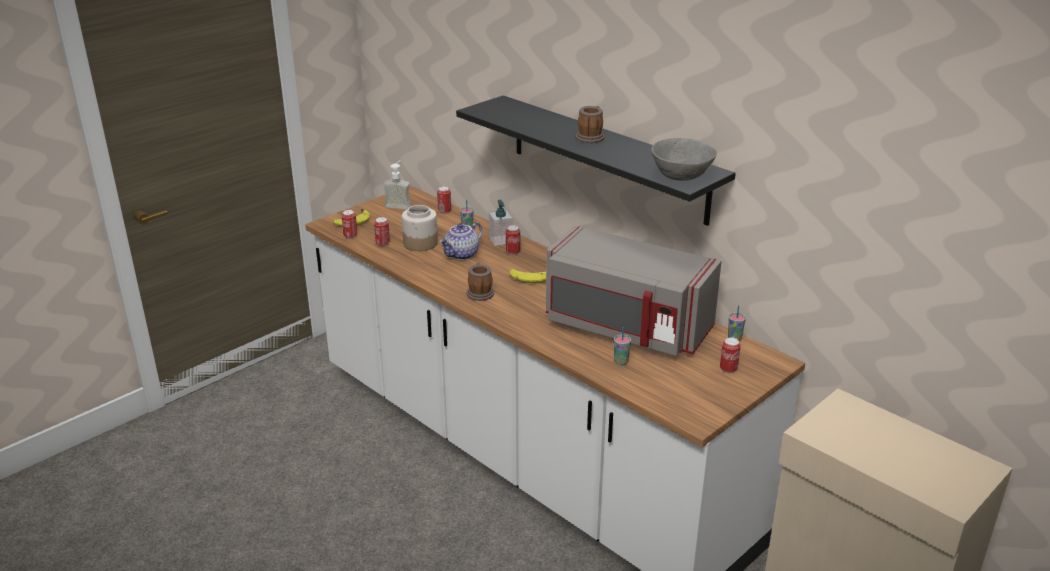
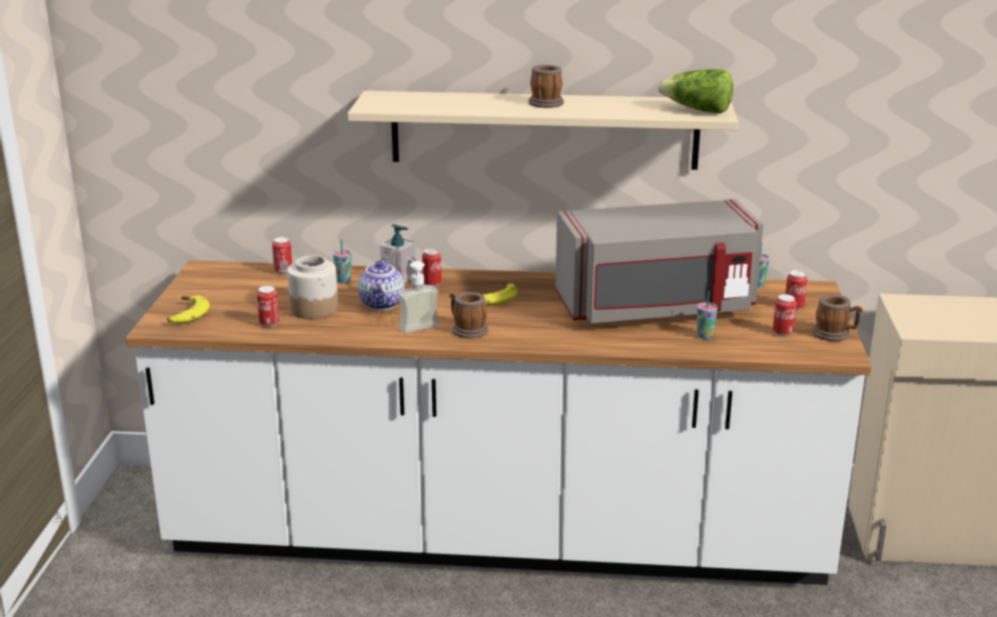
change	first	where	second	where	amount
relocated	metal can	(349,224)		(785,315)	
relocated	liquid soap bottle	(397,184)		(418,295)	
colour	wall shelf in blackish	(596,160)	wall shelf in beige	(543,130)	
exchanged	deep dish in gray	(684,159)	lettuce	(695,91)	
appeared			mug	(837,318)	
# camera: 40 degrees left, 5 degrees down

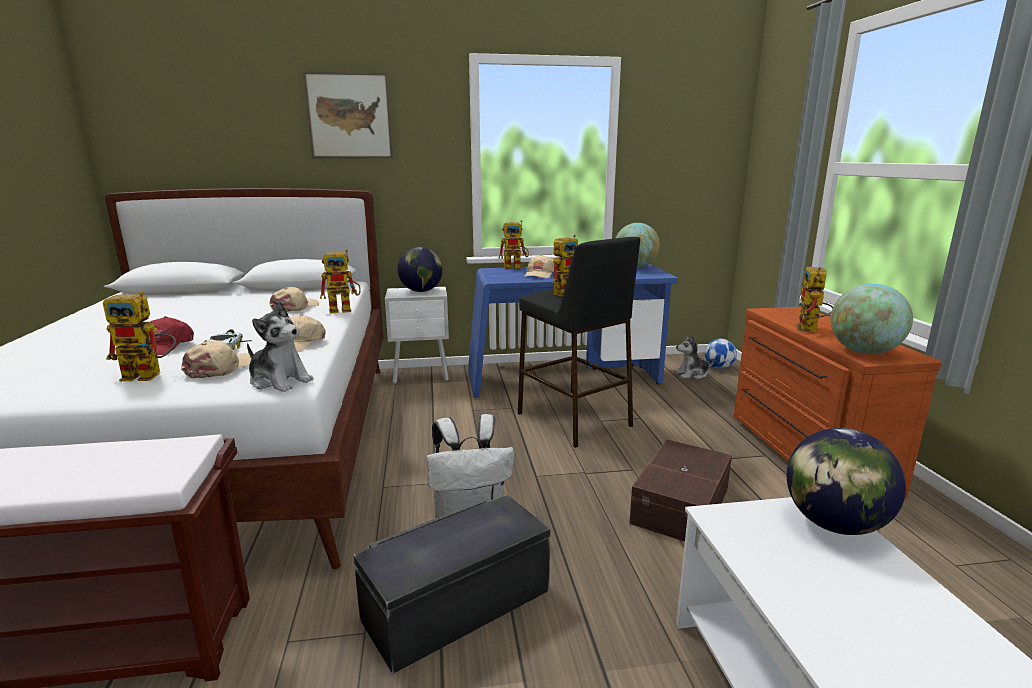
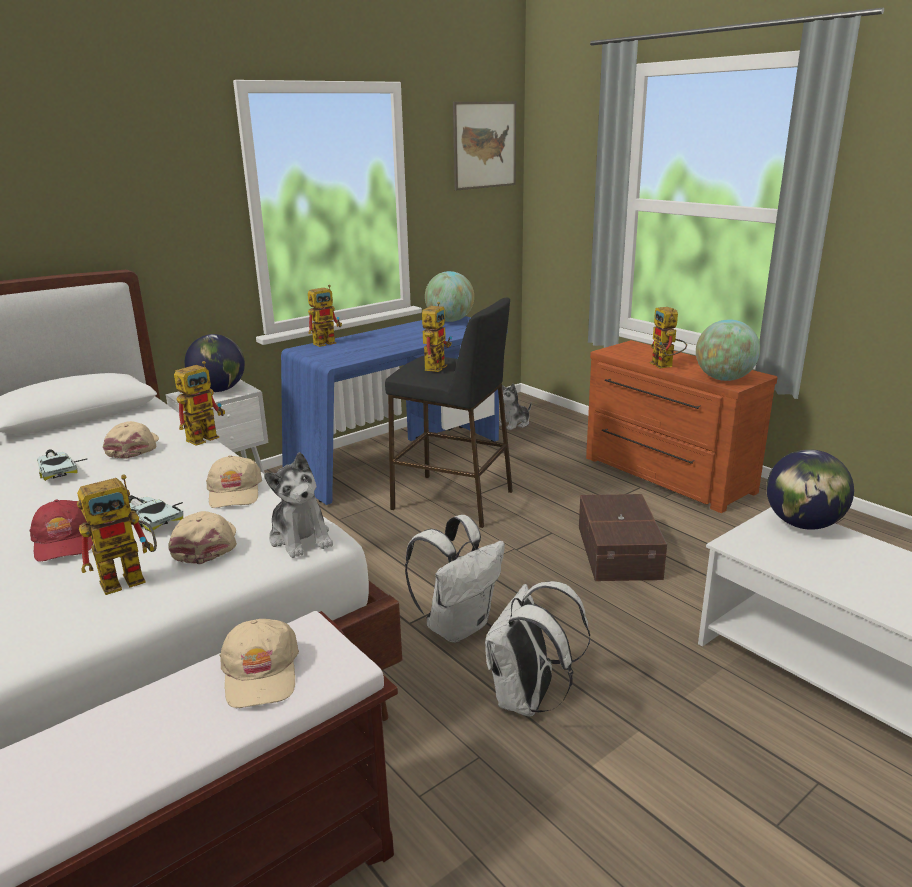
change	first	where	second	where	amount
spun	cuddly toy	(280,346)		(298,505)	60 degrees clockwise
relocated	picture	(348,114)		(484,146)	
exchanged	storage bin in blackish	(451,584)	backpack in white	(537,648)	
relocated	baseball cap in beige	(539,266)		(259,663)	
missing	football ball	(721,354)			
appeared			toy car	(62,465)	
# camera: 30 degrees left, 5 degrees up

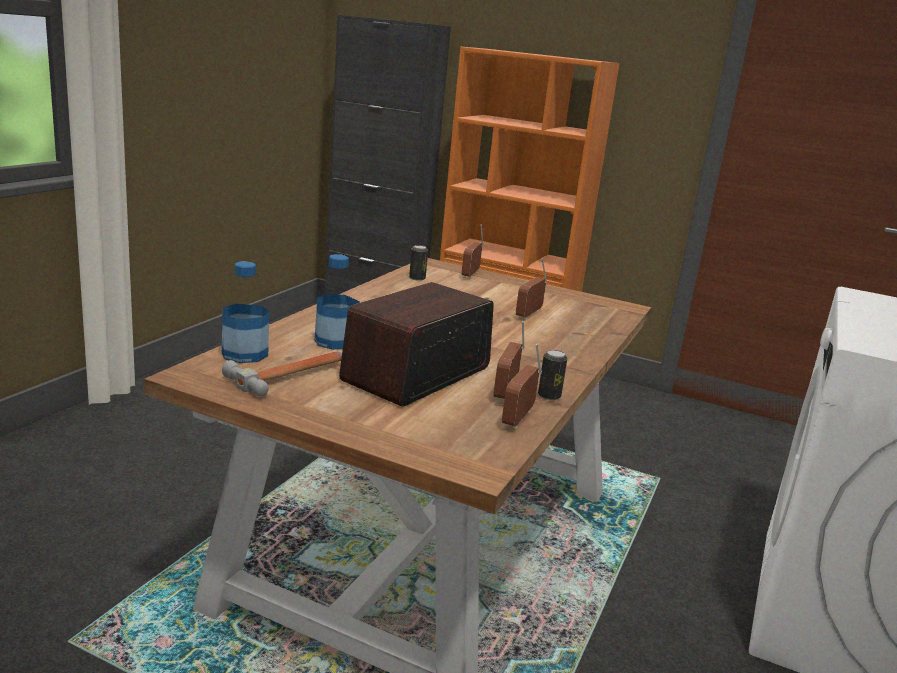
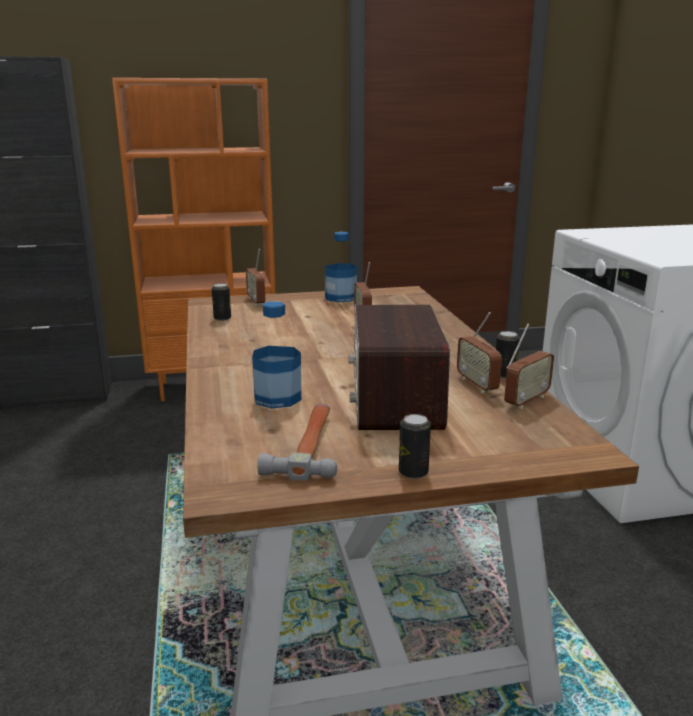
change	first	where	second	where	amount
relocated	beverage bottle	(245,312)		(341,267)	
spun	radio	(522,386)		(529,366)	120 degrees counterclockwise
appeared			metal can	(415,446)	
# camera: 35 degrees left, 0 degrees up

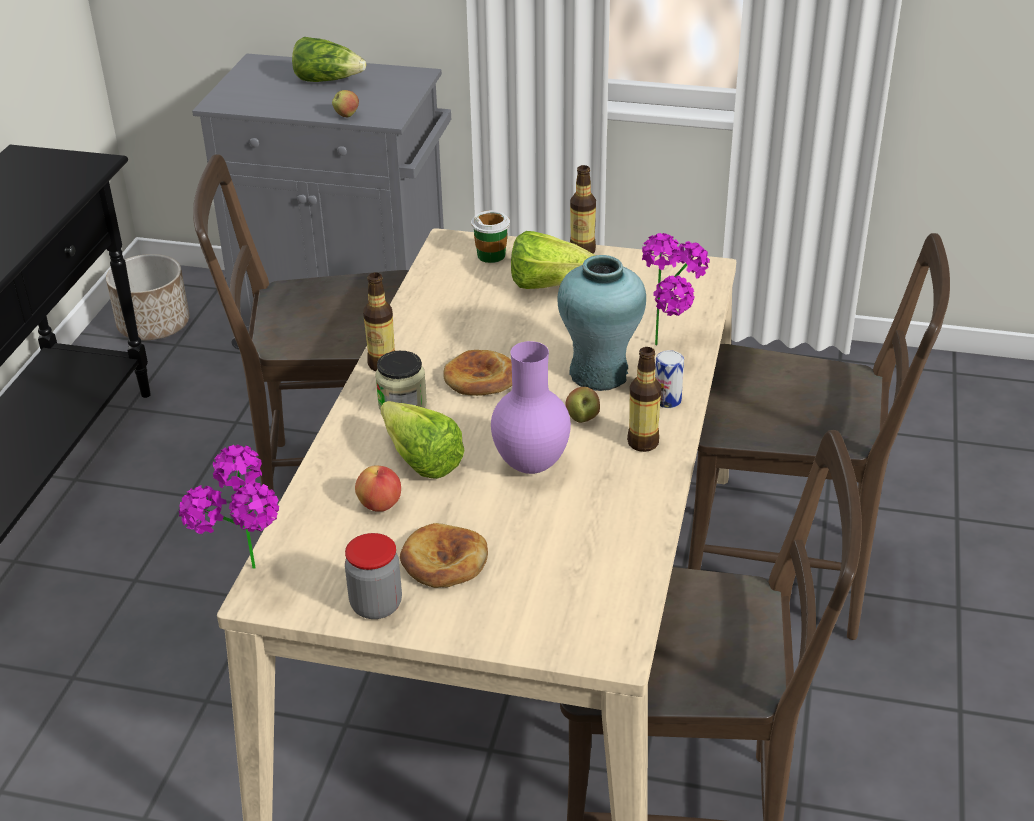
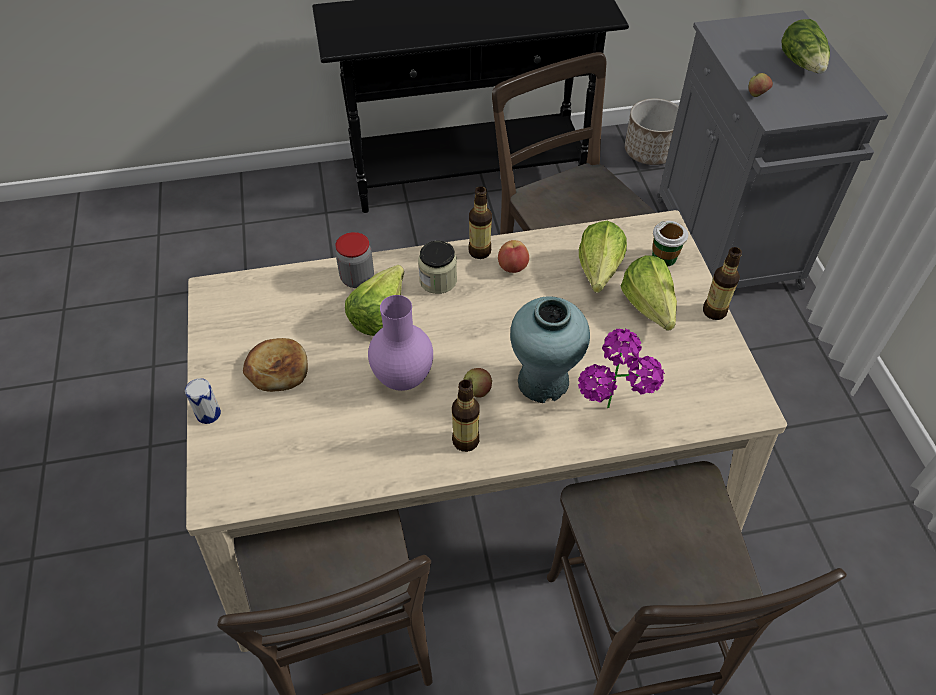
change	first	where	second	where	amount
missing	houseplant	(229,506)			
relocated	jar	(373,576)		(354,260)	
relocated	whole apple	(378,489)		(513,256)	
missing	bread	(477,373)			
relocated	metal can	(669,379)		(203,401)	
appeared			lettuce	(603,257)	
# camera: 65 degrees right, 15 degrees up

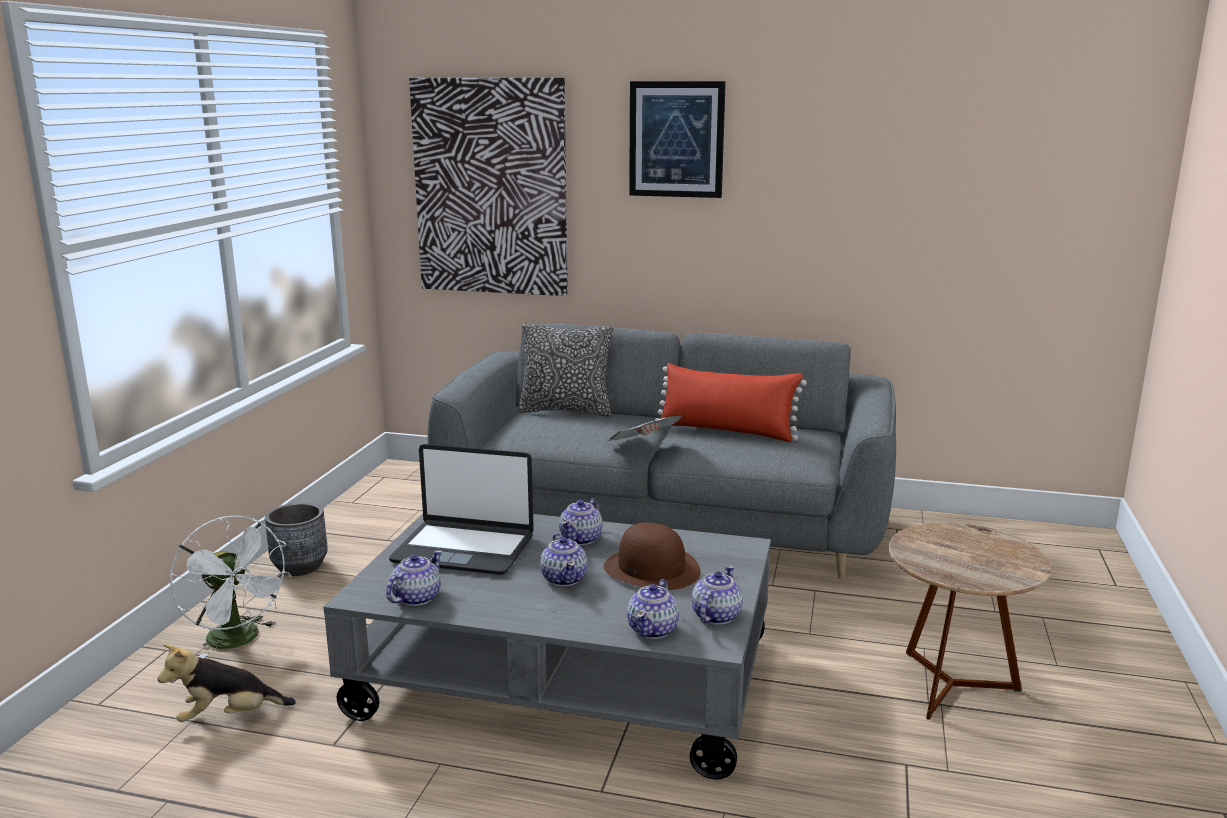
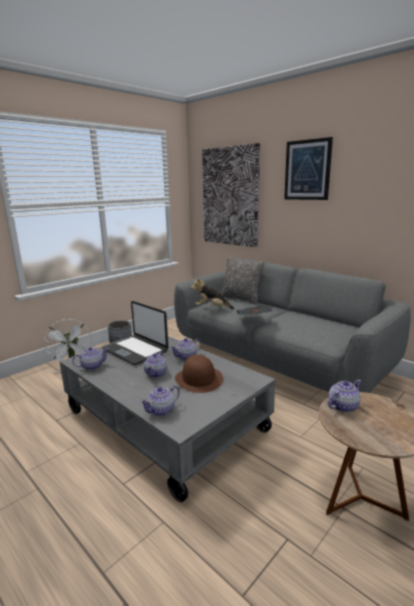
change	first	where	second	where	amount
relocated	cuddly toy	(226,683)		(212,293)	
missing	throw pillow in red-coloured	(731,402)			
relocated	teapot	(717,595)		(344,395)	
# camera: 30 degrees right, 0 degrees up

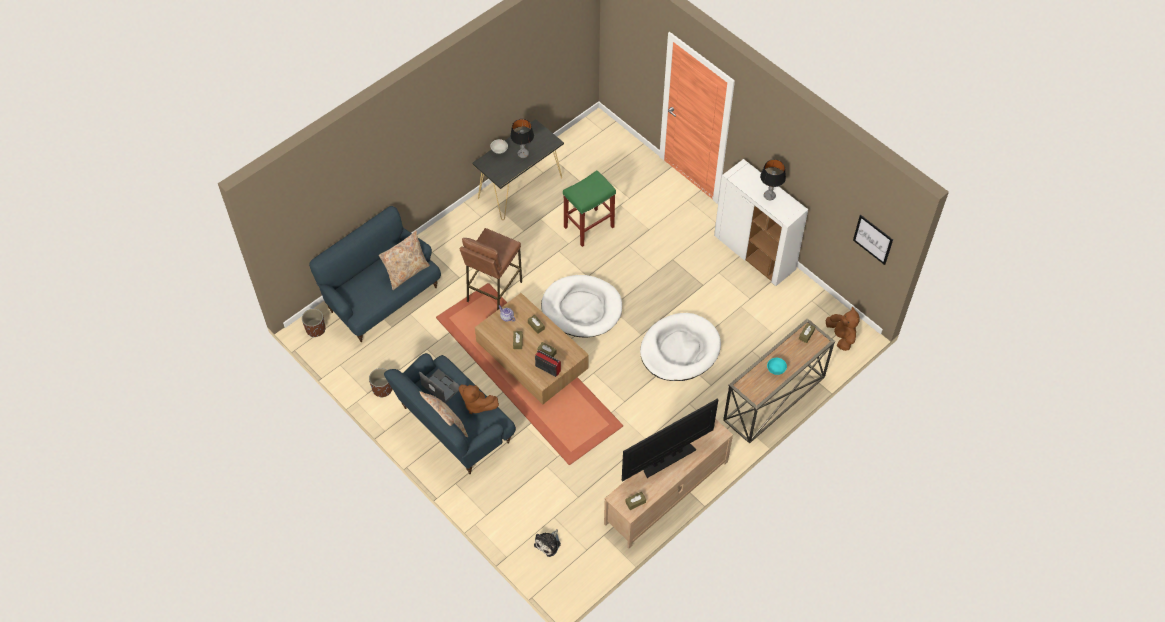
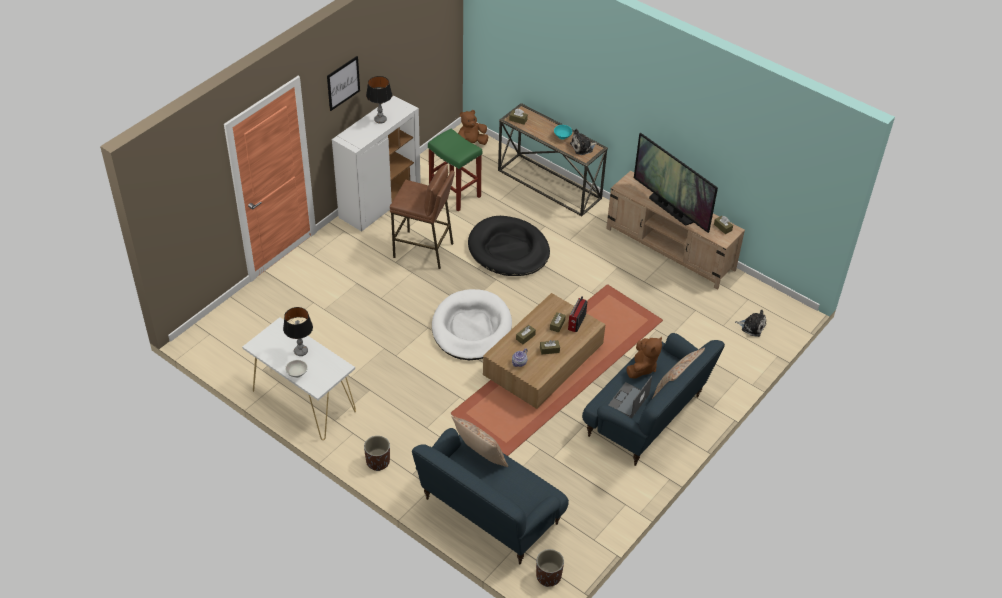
change	first	where	second	where	amount
relocated	flower pot in brownish	(380,383)		(377,453)	
relocated	stool in brownish	(491,269)		(422,216)	
colour	hall table in blackish	(518,169)	hall table in white	(299,378)	
relocated	stool in green	(589,209)		(455,169)	
colour	pet bed in white	(680,347)	pet bed in blackish	(509,246)	
relocated	picture	(873,240)		(343,83)	
appeared			cuddly toy	(583,142)	
# camera: 100 degrees left, 10 degrees down

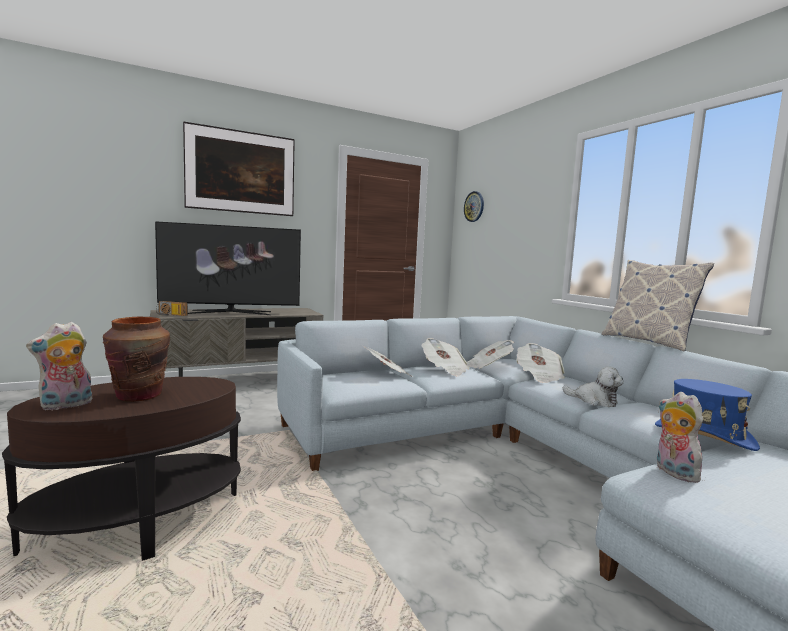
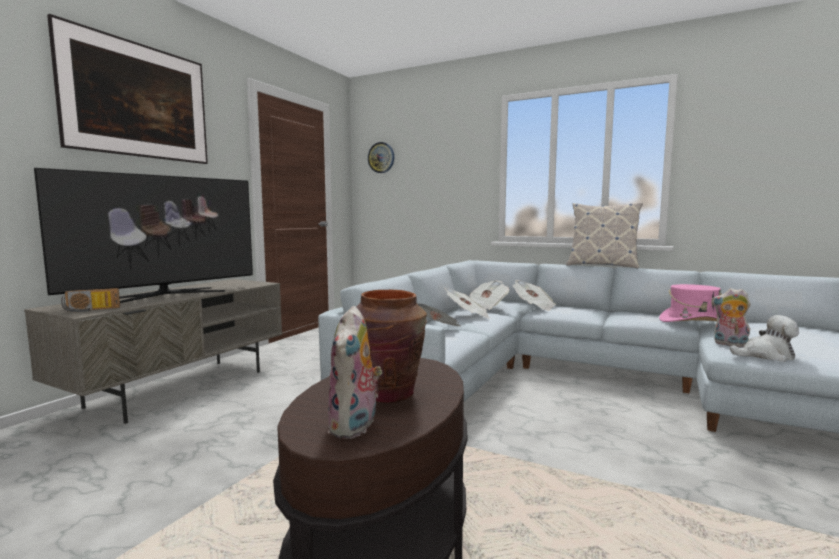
change	first	where	second	where	amount
relocated	cuddly toy	(593,386)		(764,338)	
colour	clothing hat in blue-coloured	(707,415)	clothing hat in pink-coloured	(690,303)	
# camera: 35 degrees left, 0 degrees up

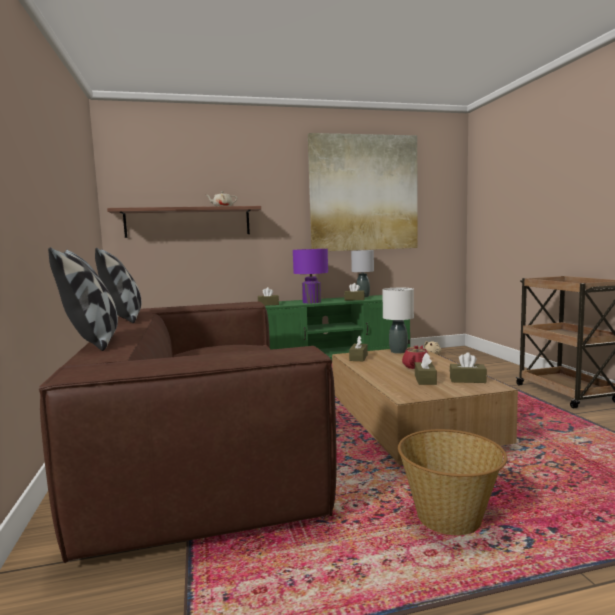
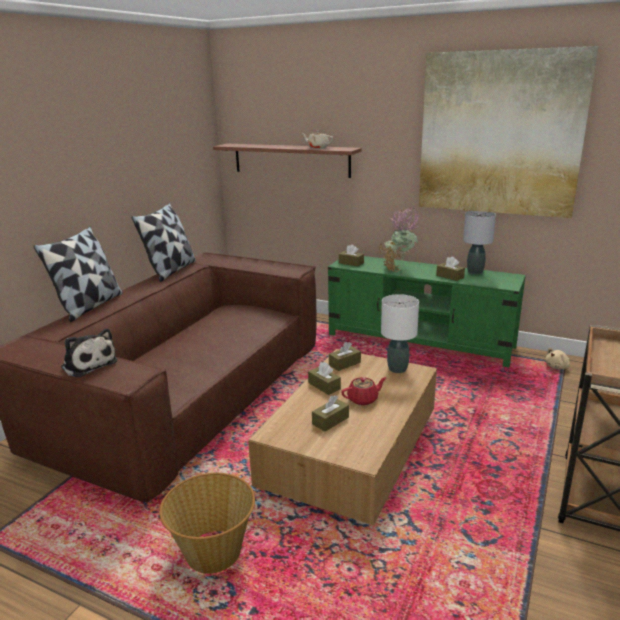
change	first	where	second	where	amount
exchanged	lamp for a table in purple	(310,276)	houseplant	(399,240)	
relocated	tissue box in brownish	(468,368)		(324,378)	
appeared			cuddly toy	(89,353)	
# camera: 40 degrees right, 15 degrees up

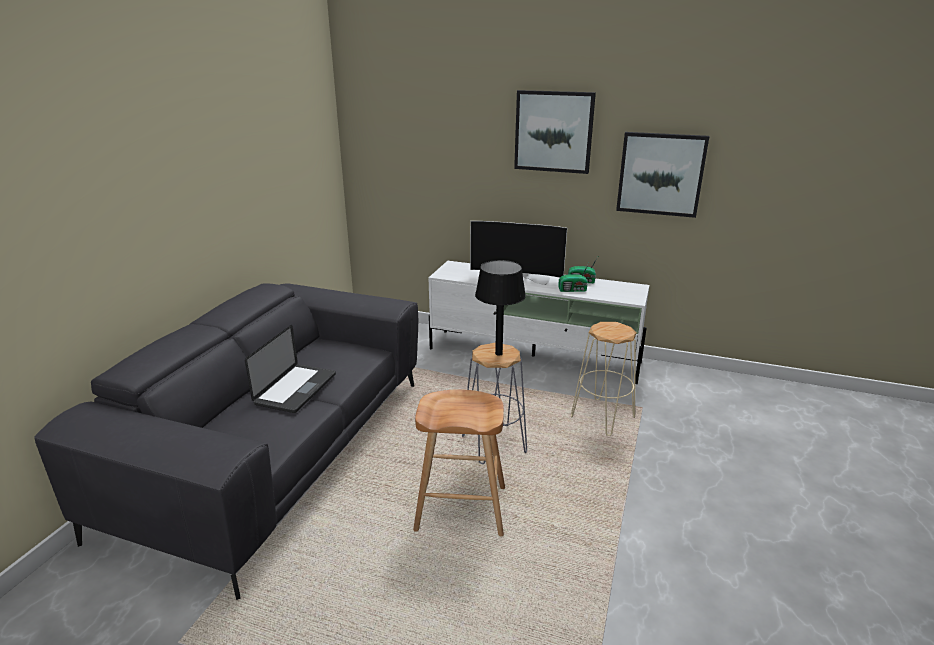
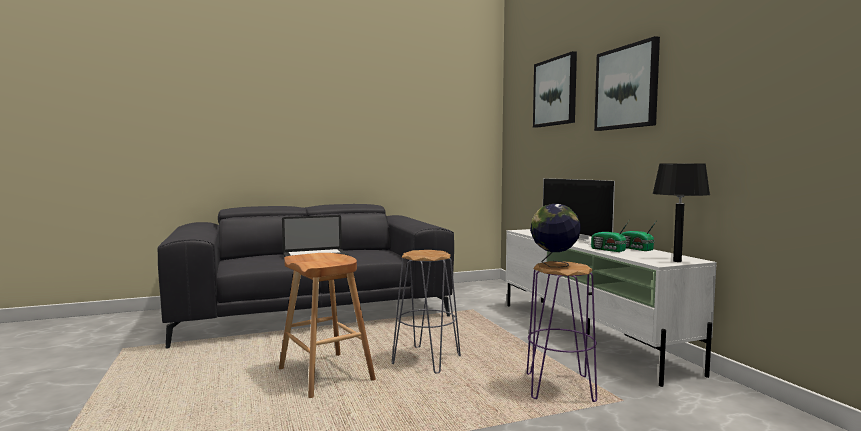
change	first	where	second	where	amount
relocated	lamp for a table in blackish	(500,308)		(681,212)	
colour	stool in beige	(604,379)	stool in purple	(561,331)	
relocated	picture	(662,175)		(555,89)	
appeared			globe	(555,235)	
# camera: 50 degrees right, 20 degrees down

